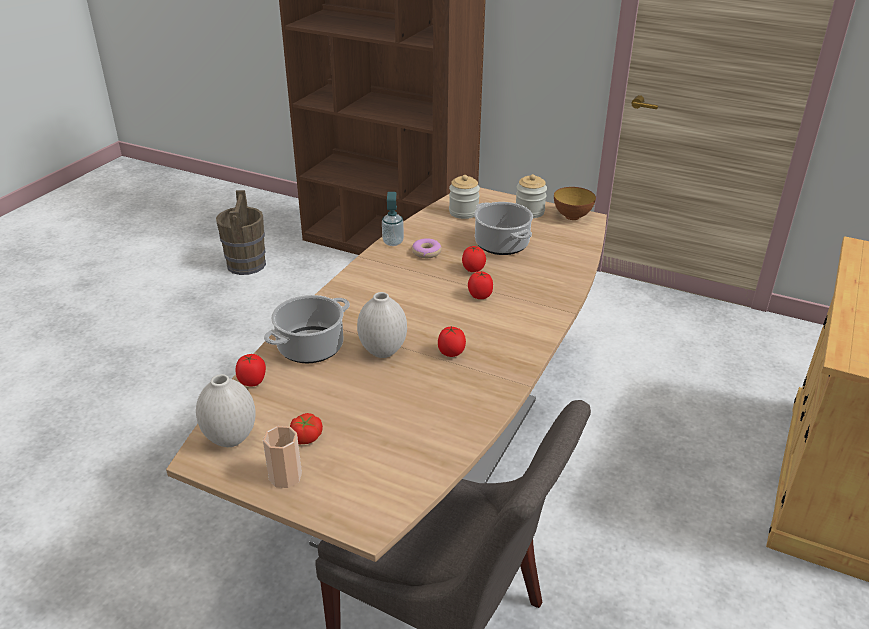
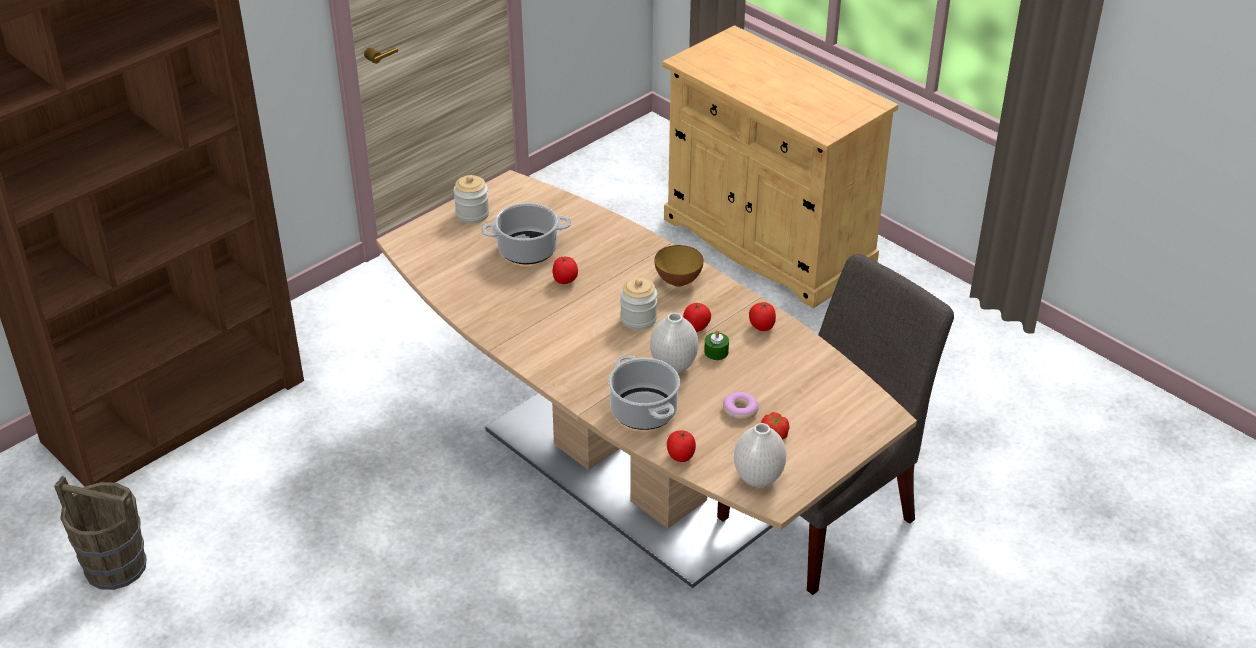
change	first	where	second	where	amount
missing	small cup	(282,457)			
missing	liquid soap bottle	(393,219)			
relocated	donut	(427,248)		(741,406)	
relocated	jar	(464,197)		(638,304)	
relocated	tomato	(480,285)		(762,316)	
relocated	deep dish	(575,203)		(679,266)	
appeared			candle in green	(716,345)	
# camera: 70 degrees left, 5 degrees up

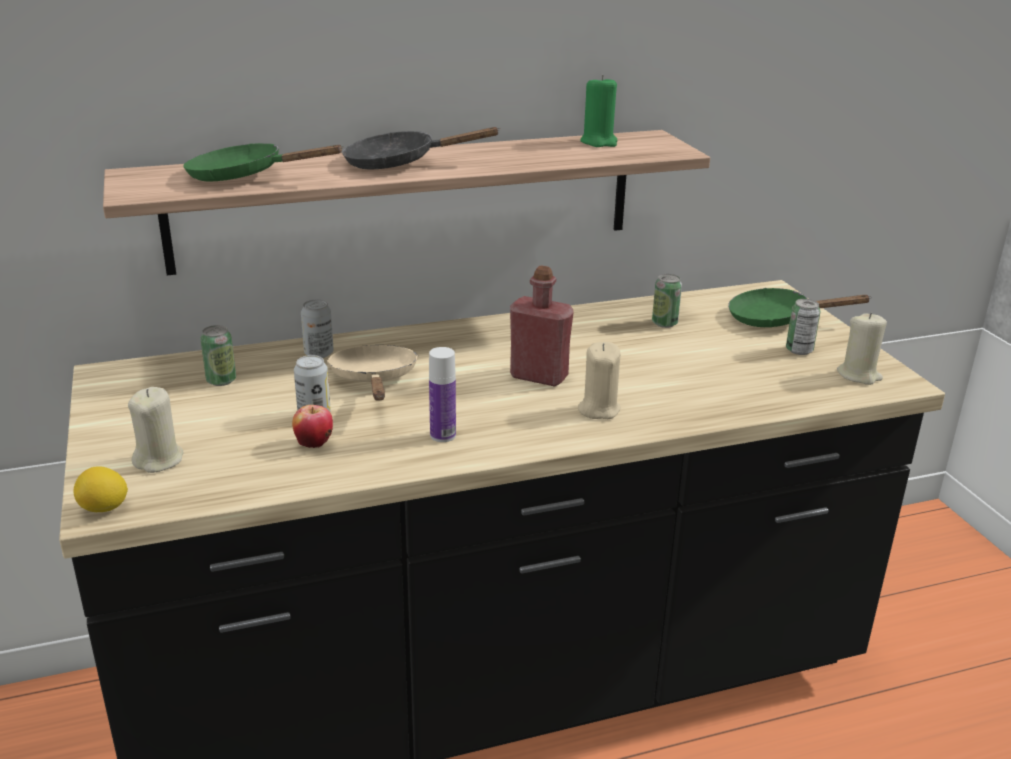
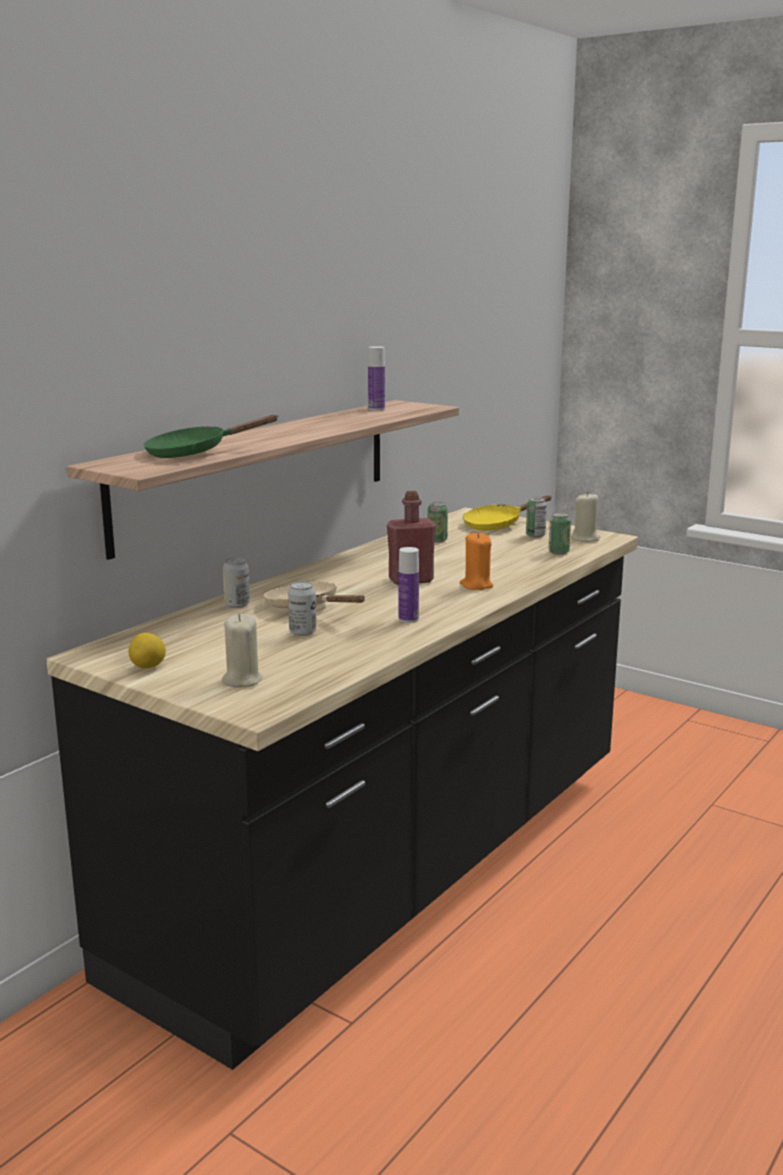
change	first	where	second	where	amount
relocated	citrus fruit	(101,489)		(147,650)	
relocated	metal can	(218,355)		(559,533)	
missing	whole apple	(312,426)			
missing	skillet in blackish	(421,148)			
colour	candle in beige	(599,380)	candle in orange	(476,561)	
exchanged	candle in green	(598,111)	beverage bottle	(376,378)	
colour	skillet in green	(800,307)	skillet in yellow	(507,512)	
# camera: 35 degrees left, 10 degrees down

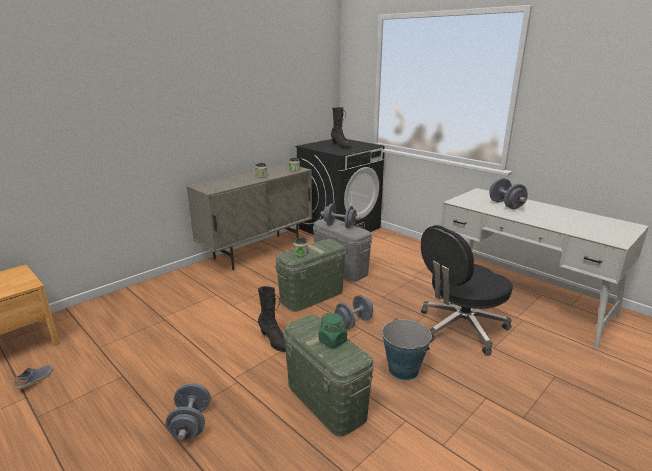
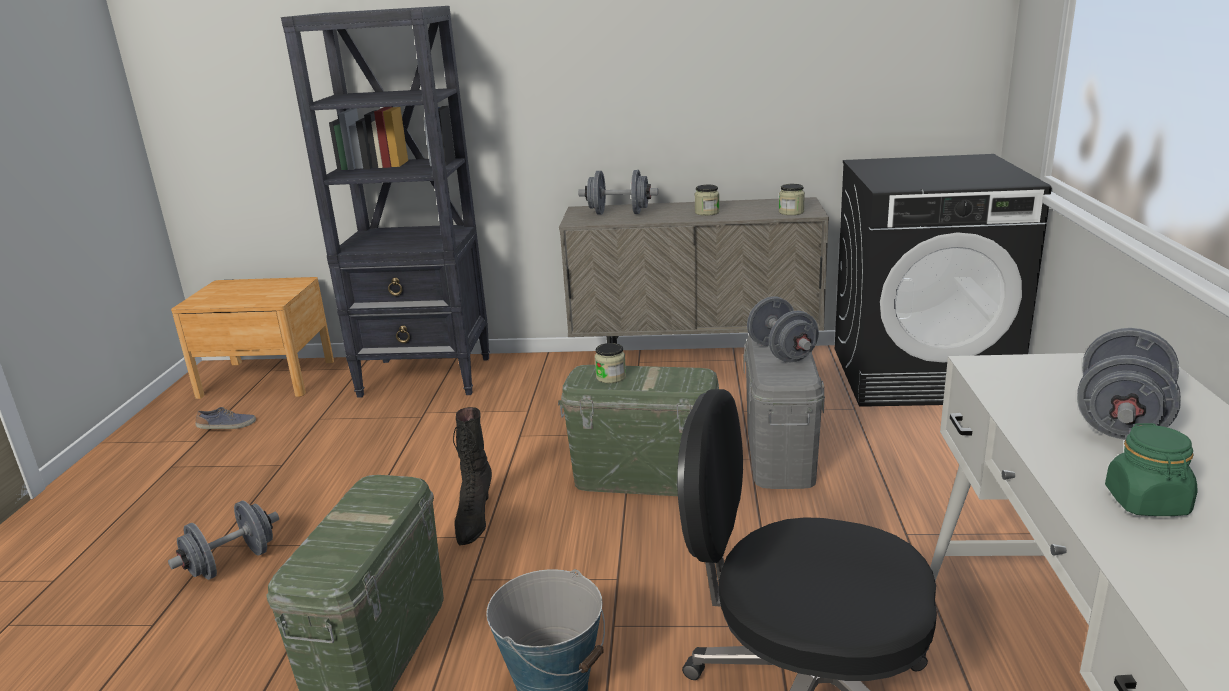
change	first	where	second	where	amount
relocated	jar in green	(333,330)		(1151,469)	
missing	tall boot in blackish	(341,128)			
relocated	dumbbell in gray	(353,312)		(618,192)	
appeared			bookcase in blackish	(385,202)	
# camera: 50 degrees right, 0 degrees up

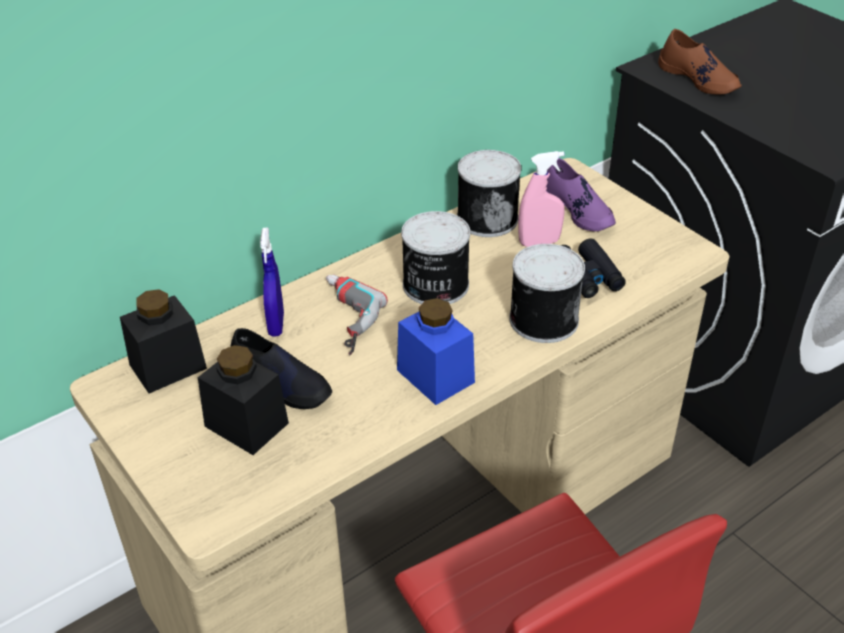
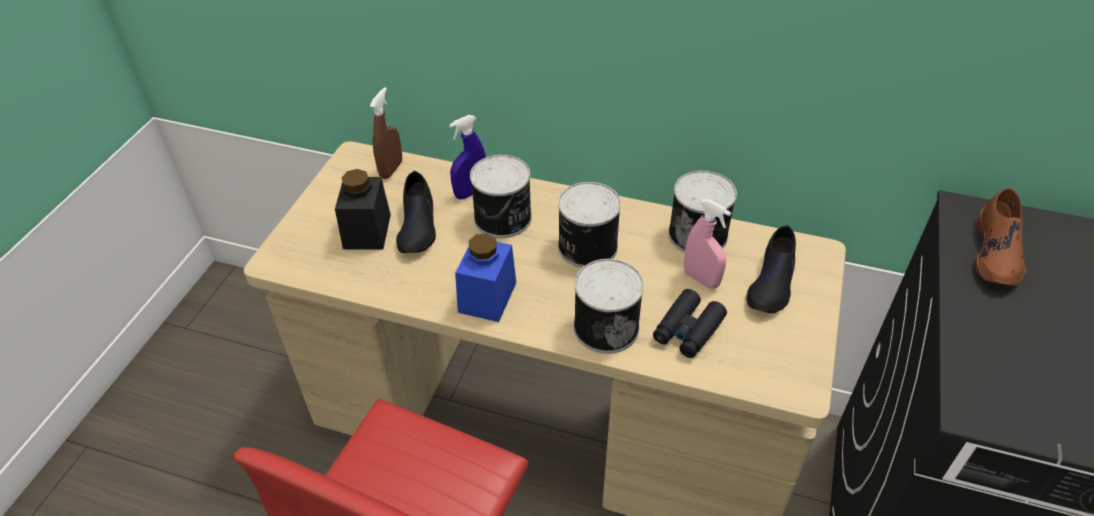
change	first	where	second	where	amount
exchanged	jar in blackish	(163,341)	spray bottle in brownish	(386,133)	
exchanged	electric drill	(357,315)	metal can	(501,196)	
colour	shoe in purple	(581,194)	shoe in blackish	(771,269)	
# camera: 55 degrees right, 5 degrees up

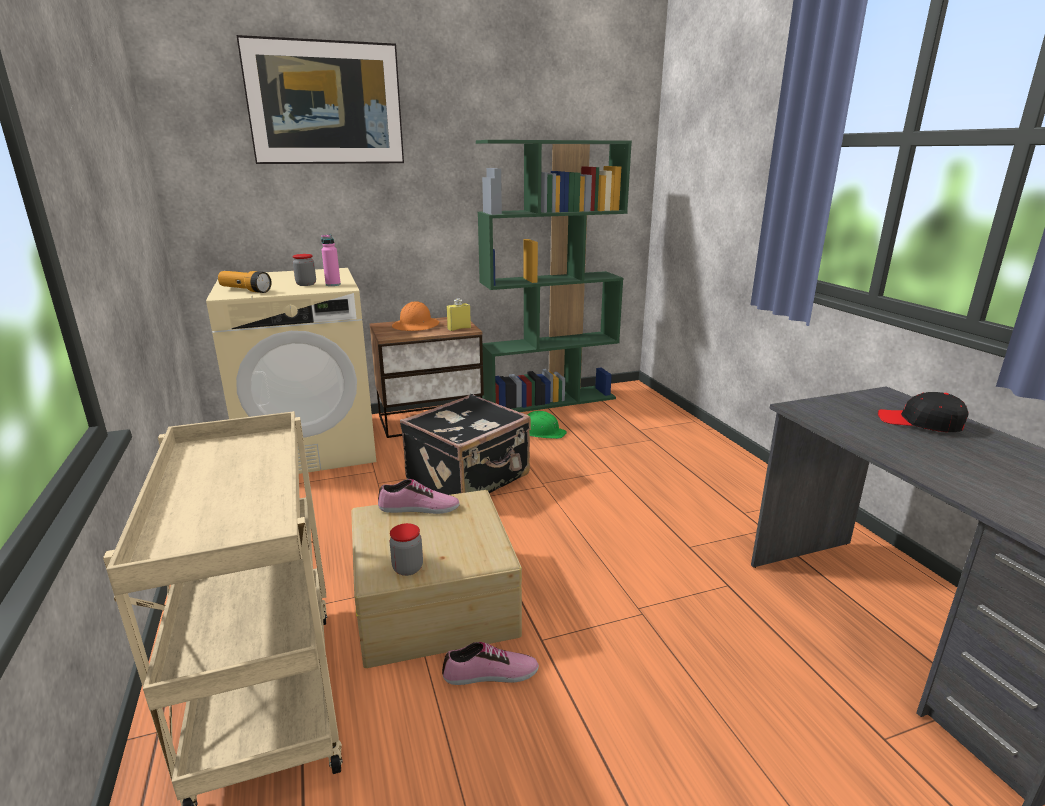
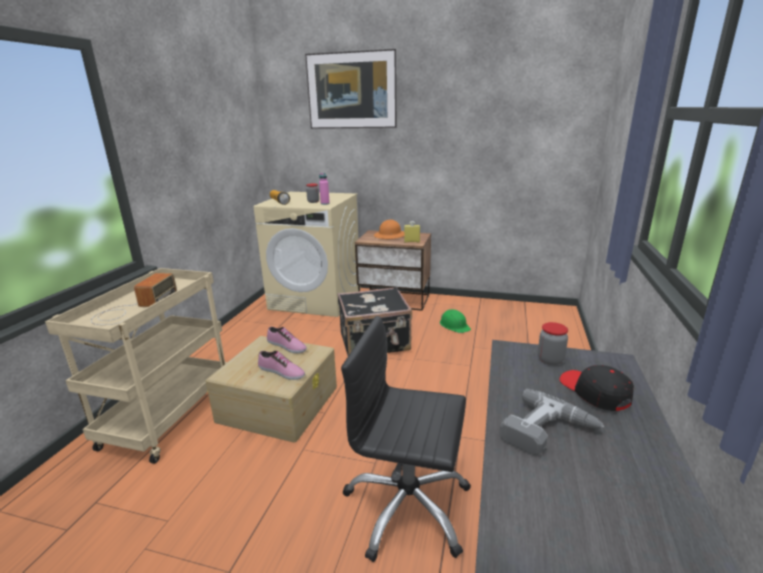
change	first	where	second	where	amount
relocated	jar	(406,549)		(553,343)	
relocated	shoe	(490,663)		(281,365)	
missing	bookcase in green	(554,276)			
appeared			radio	(134,299)	
appeared			computer chair in blackish	(406,439)	
appeared			electric drill	(552,422)	
# camera: 35 degrees right, 0 degrees up

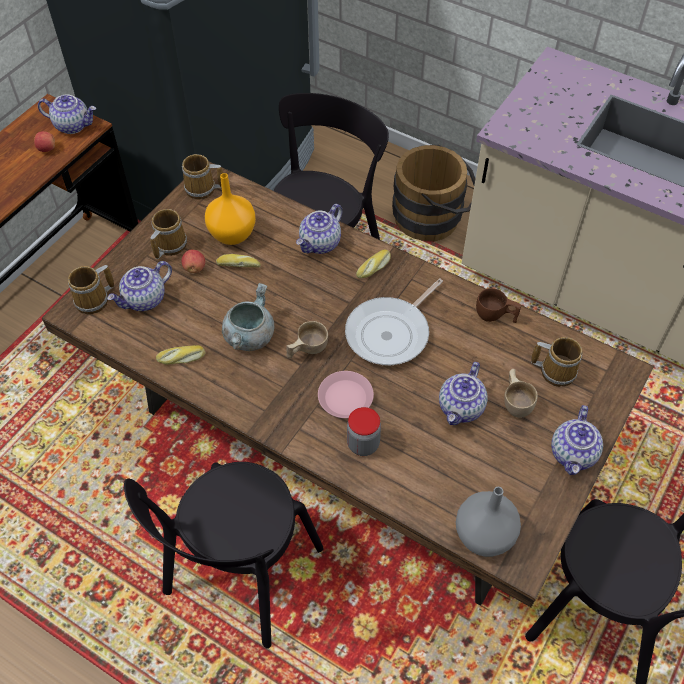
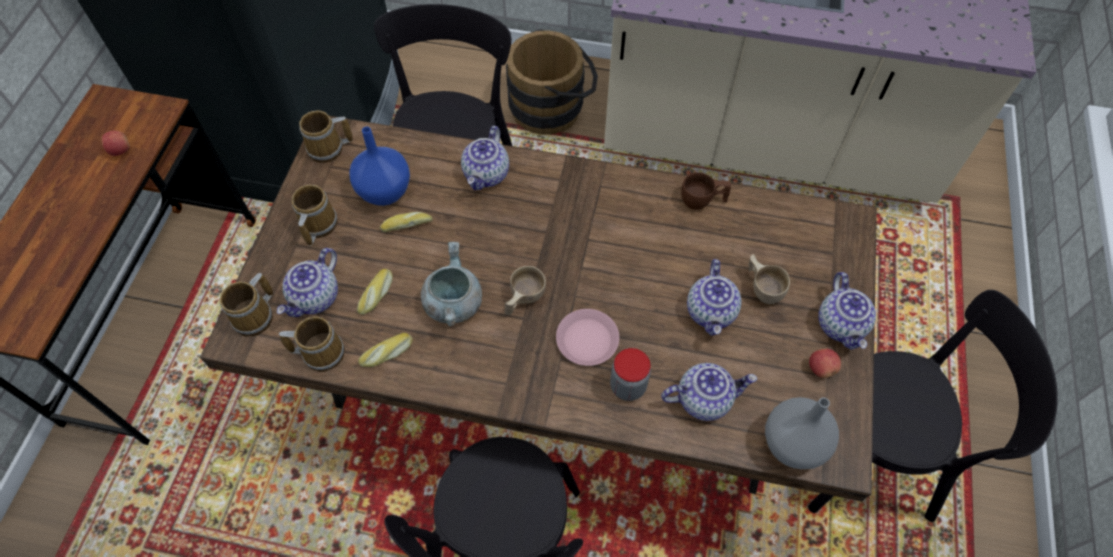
change	first	where	second	where	amount
relocated	teapot	(67,114)		(709,392)	
relocated	whole apple	(193,261)		(825,363)	
colour	flower vase in orange	(230,209)	flower vase in blue-coloured	(379,166)	
missing	skillet	(394,322)			
relocated	bread	(373,263)		(375,292)	
relocated	mug	(556,362)		(312,344)	
# camera: 20 degrees left, 5 degrees up

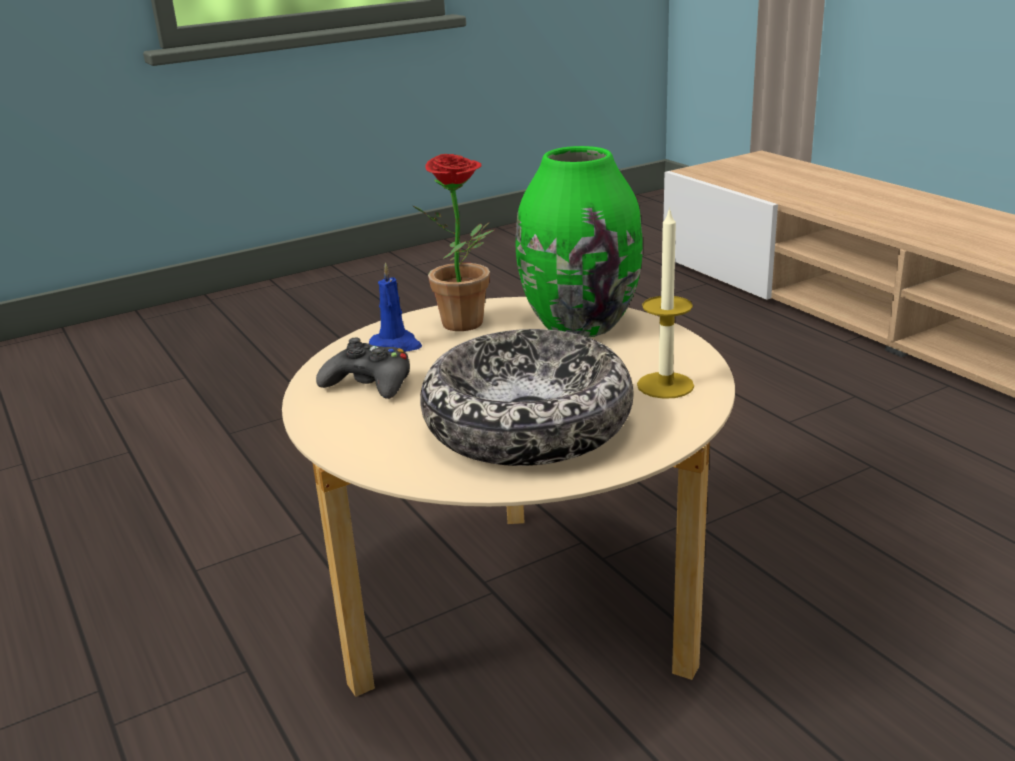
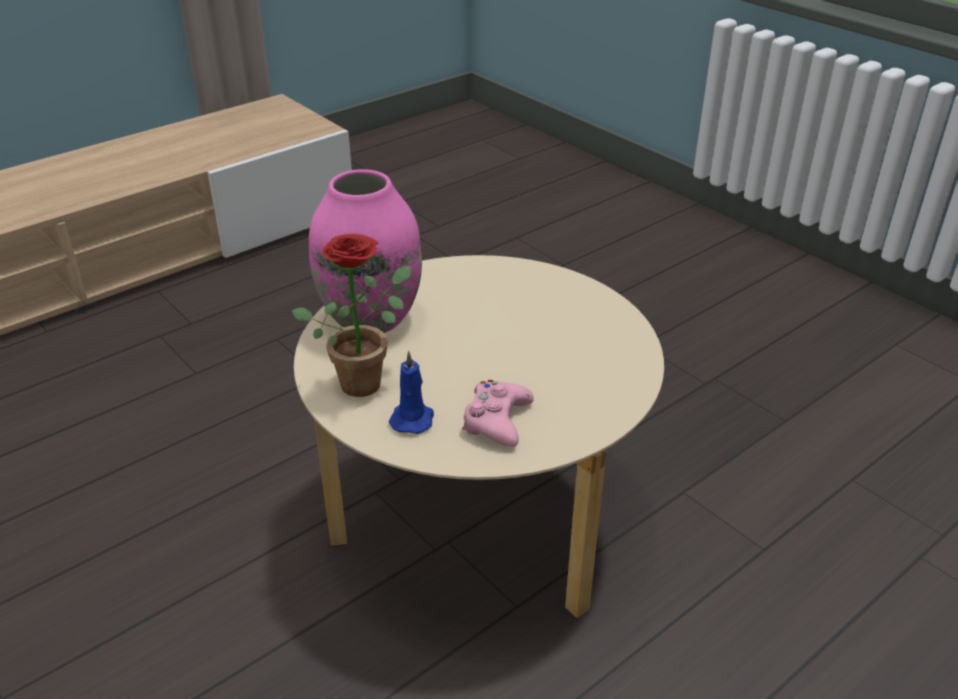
change	first	where	second	where	amount
colour	joypad in blackish	(363,368)	joypad in pink-coloured	(498,413)	
missing	deep dish	(526,397)			
colour	flower vase in green	(579,241)	flower vase in pink-coloured	(365,251)	
missing	candle	(665,303)			
# camera: 100 degrees left, 10 degrees up

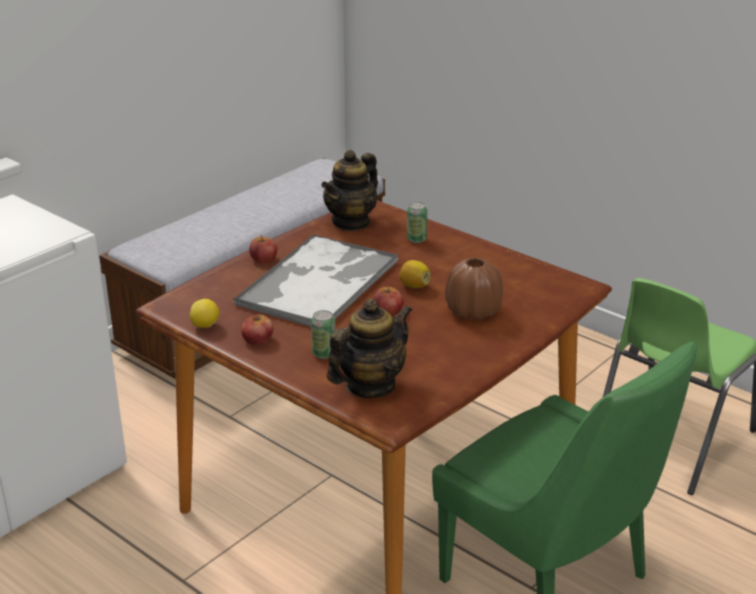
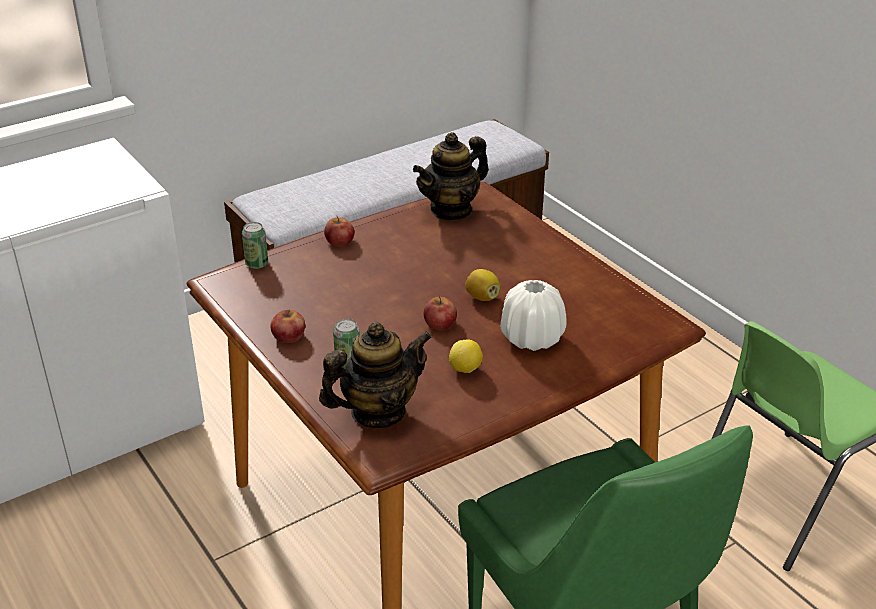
change	first	where	second	where	amount
relocated	citrus fruit	(205,313)		(466,356)	
missing	tray	(316,280)			
relocated	metal can	(417,222)		(255,245)	
colour	flower vase in brownish	(474,288)	flower vase in white	(534,315)	
# camera: 15 degrees right, 5 degrees up

